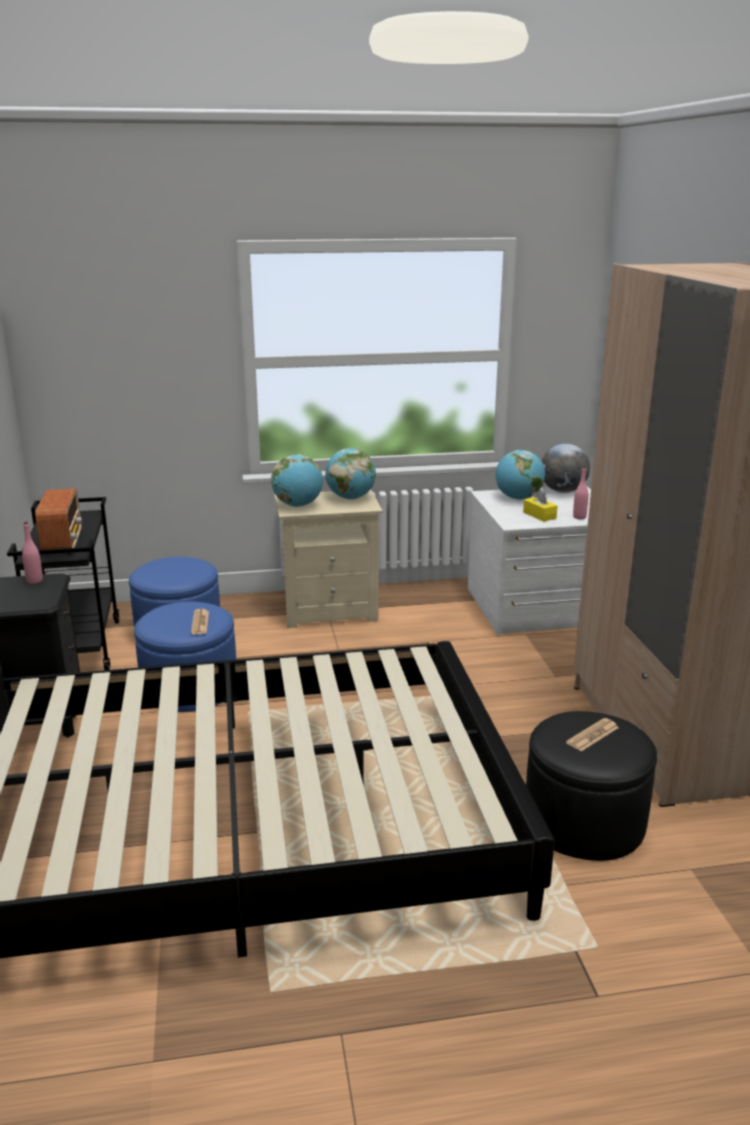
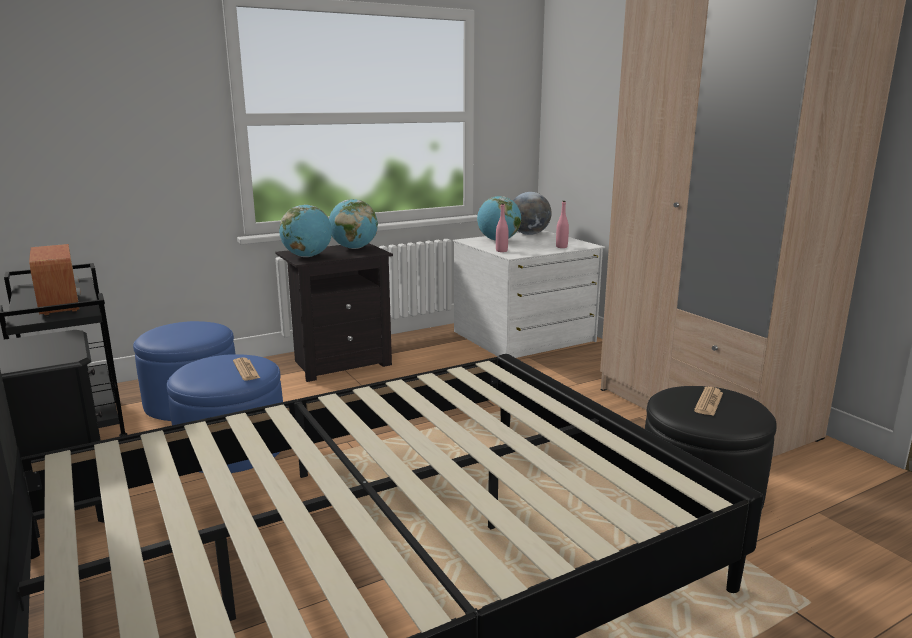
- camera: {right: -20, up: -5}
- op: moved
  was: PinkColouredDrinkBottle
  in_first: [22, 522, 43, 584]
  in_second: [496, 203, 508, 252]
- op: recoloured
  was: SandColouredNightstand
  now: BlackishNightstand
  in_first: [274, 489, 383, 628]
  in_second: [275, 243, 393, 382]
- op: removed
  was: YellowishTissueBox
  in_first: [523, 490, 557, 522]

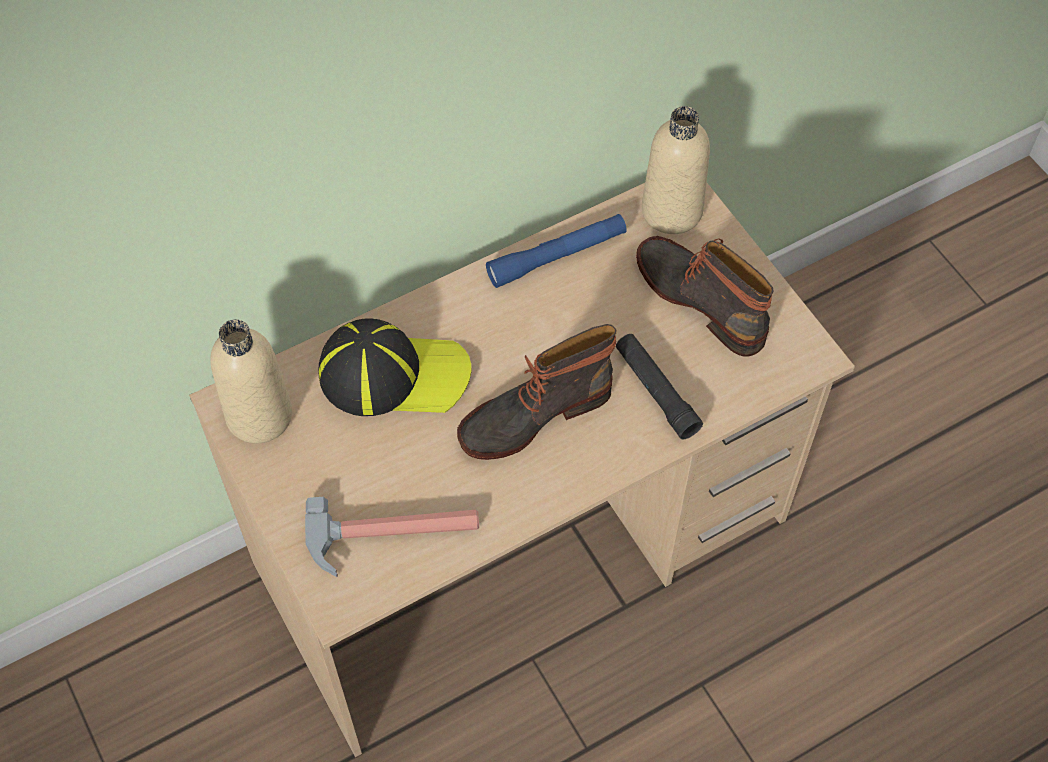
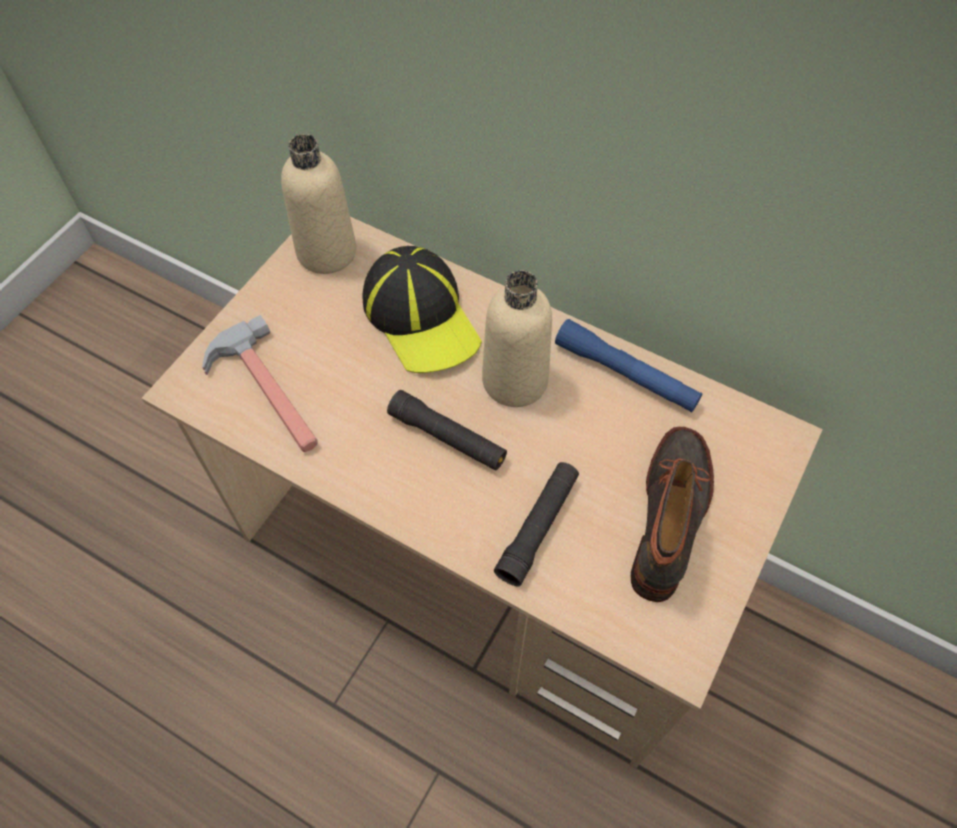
- camera: {right: 60, up: 0}
- op: replaced
  was: TallBoot
  now: BlackishTorch
  in_first: [457, 324, 617, 460]
  in_second: [387, 390, 507, 471]
- op: moved
  was: SandColouredDrinkBottle
  in_first: [642, 106, 710, 234]
  in_second: [482, 270, 552, 407]

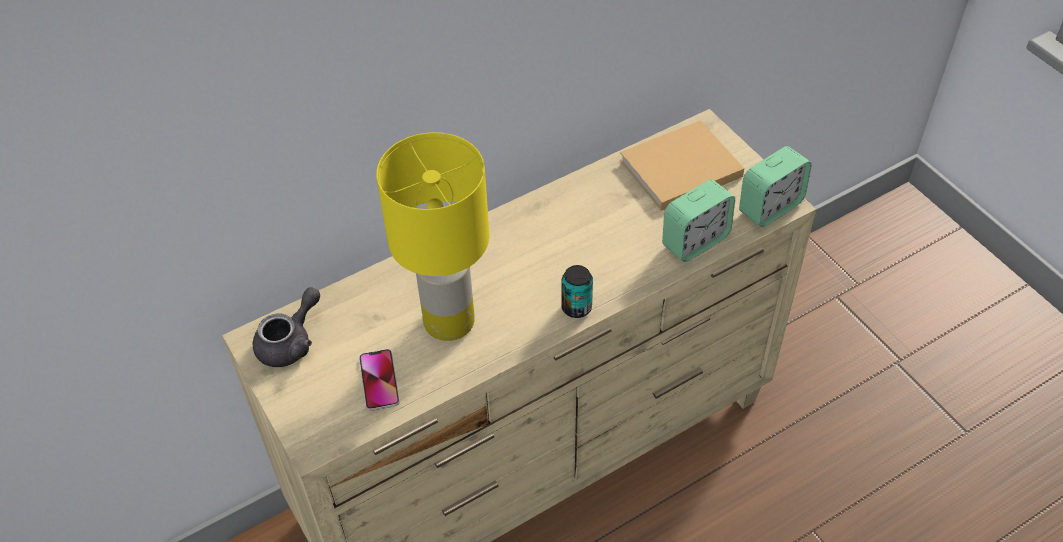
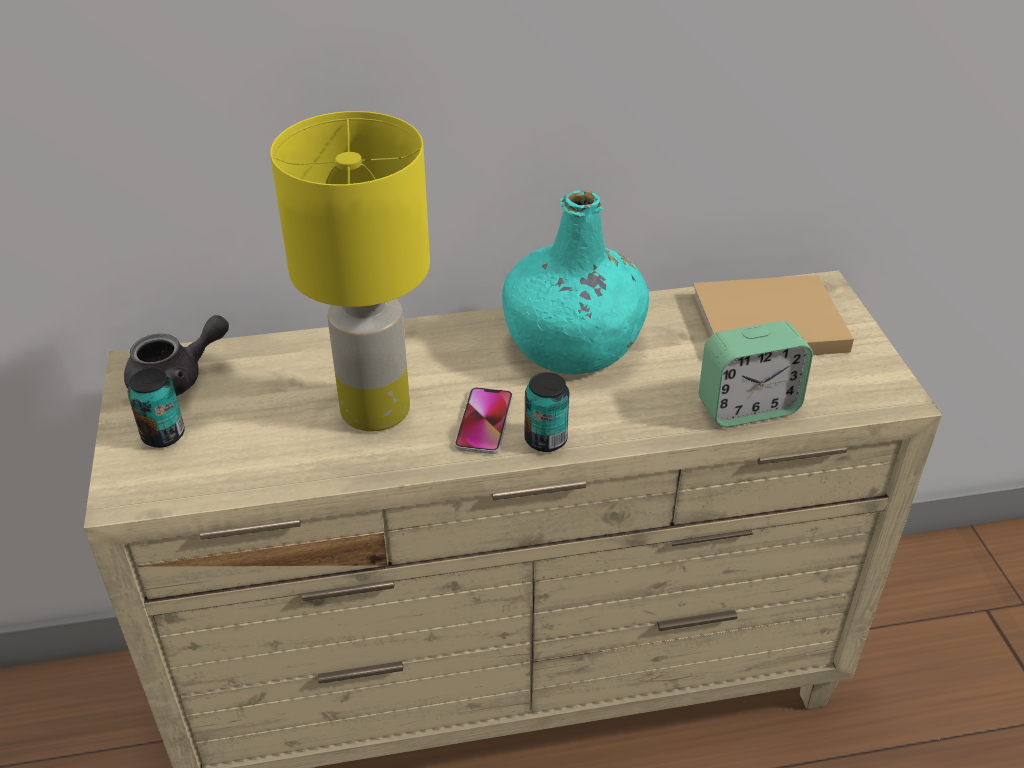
- camera: {right: 20, up: -10}
- op: moved
  was: Telephone
  in_first: [359, 349, 400, 411]
  in_second: [455, 387, 513, 454]
- op: removed
  was: AlarmClock
  in_first: [739, 146, 812, 227]
- op: added
  now: Can
  in_second: [128, 368, 185, 448]
- op: added
  now: TurquoiseDrinkBottle
  in_second: [502, 190, 649, 374]

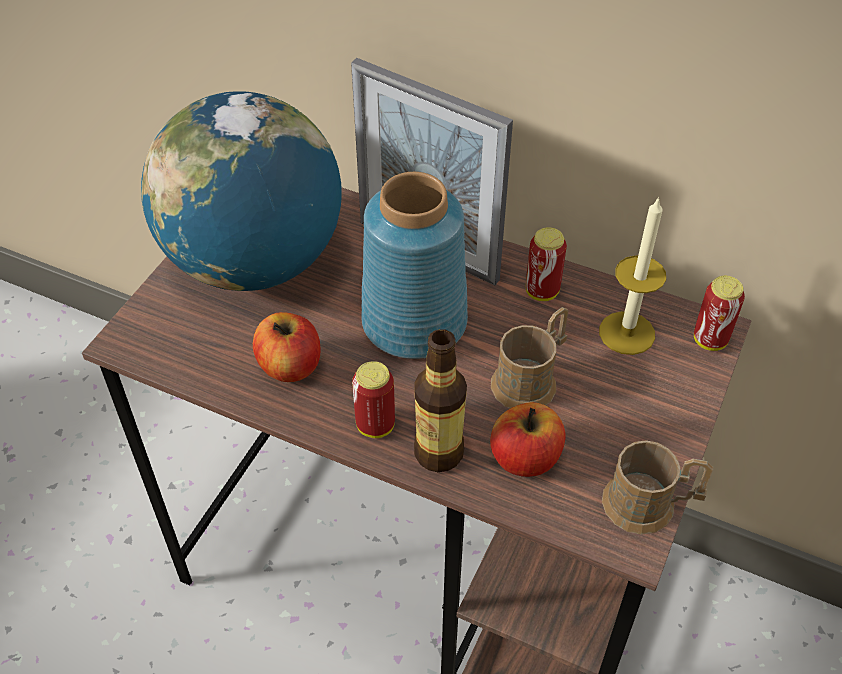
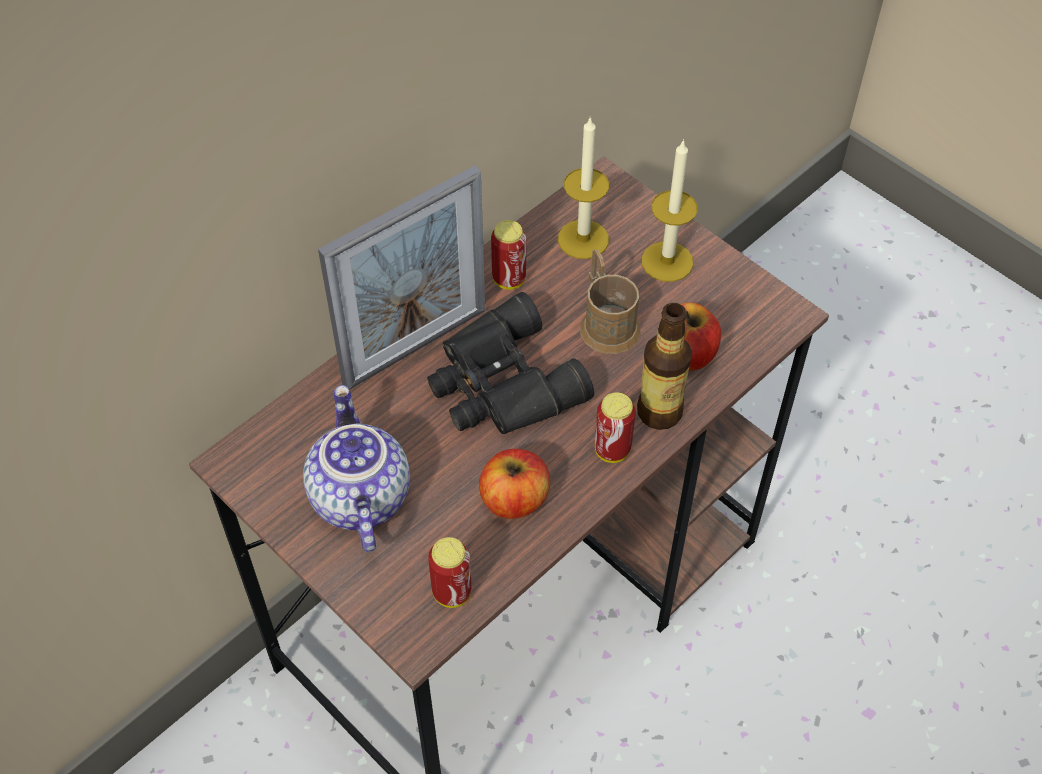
- camera: {right: -70, up: 5}
- op: replaced
  was: Globe
  now: Teapot
  in_first: [141, 91, 342, 291]
  in_second: [303, 385, 410, 552]
- op: replaced
  was: BlueColouredDecorativeVase
  now: BlackishFieldGlasses
  in_first: [361, 172, 468, 359]
  in_second: [427, 292, 594, 434]
- op: removed
  was: BrownColouredCoffeeMug
  in_first: [602, 440, 713, 535]
- op: moved
  was: Can
  in_first: [694, 276, 745, 351]
  in_second: [428, 537, 472, 608]
- op: added
  now: WaxCandle
  in_second: [642, 139, 698, 282]

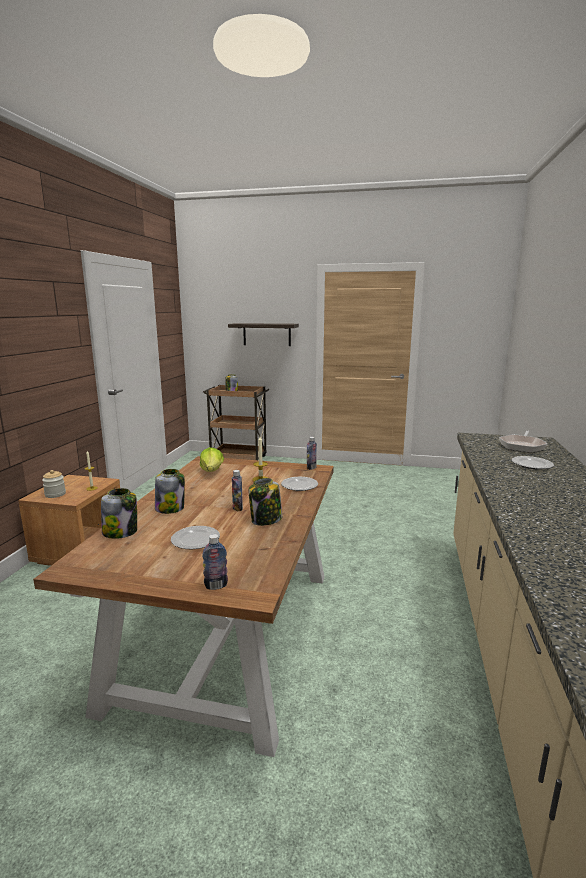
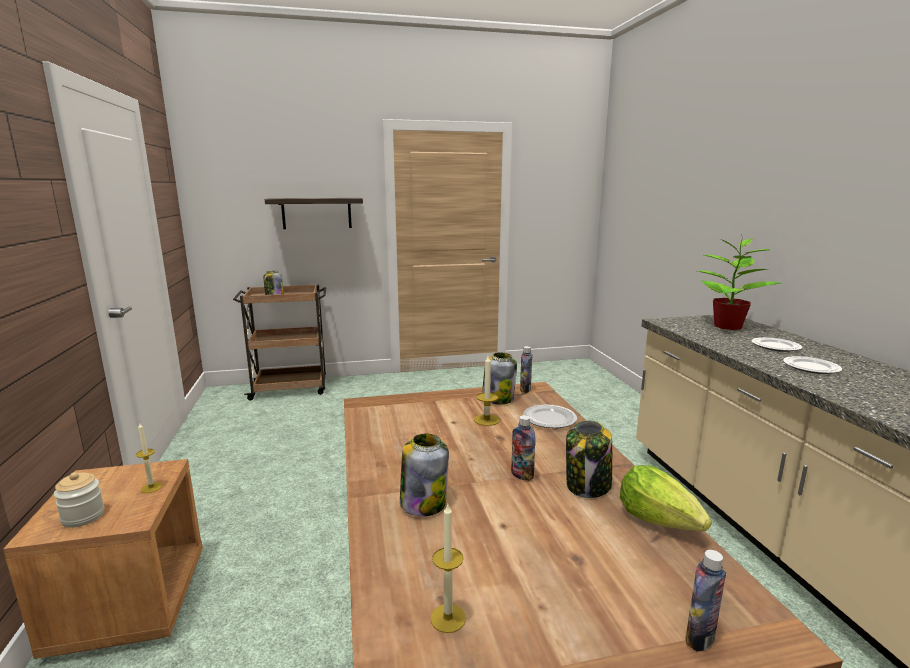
- camera: {right: -25, up: 0}
- op: moved
  was: PreserveJar
  in_first: [101, 488, 137, 539]
  in_second: [482, 352, 517, 404]
- op: moved
  was: FlatDish
  in_first: [171, 526, 220, 549]
  in_second: [783, 356, 842, 374]
- op: moved
  was: Lettuce
  in_first: [200, 447, 224, 472]
  in_second: [620, 465, 712, 531]
- op: replaced
  was: Skillet
  now: PlantInAPot
  in_first: [499, 430, 548, 453]
  in_second: [698, 234, 781, 330]
- op: added
  now: WaxCandle
  in_second: [431, 503, 466, 633]

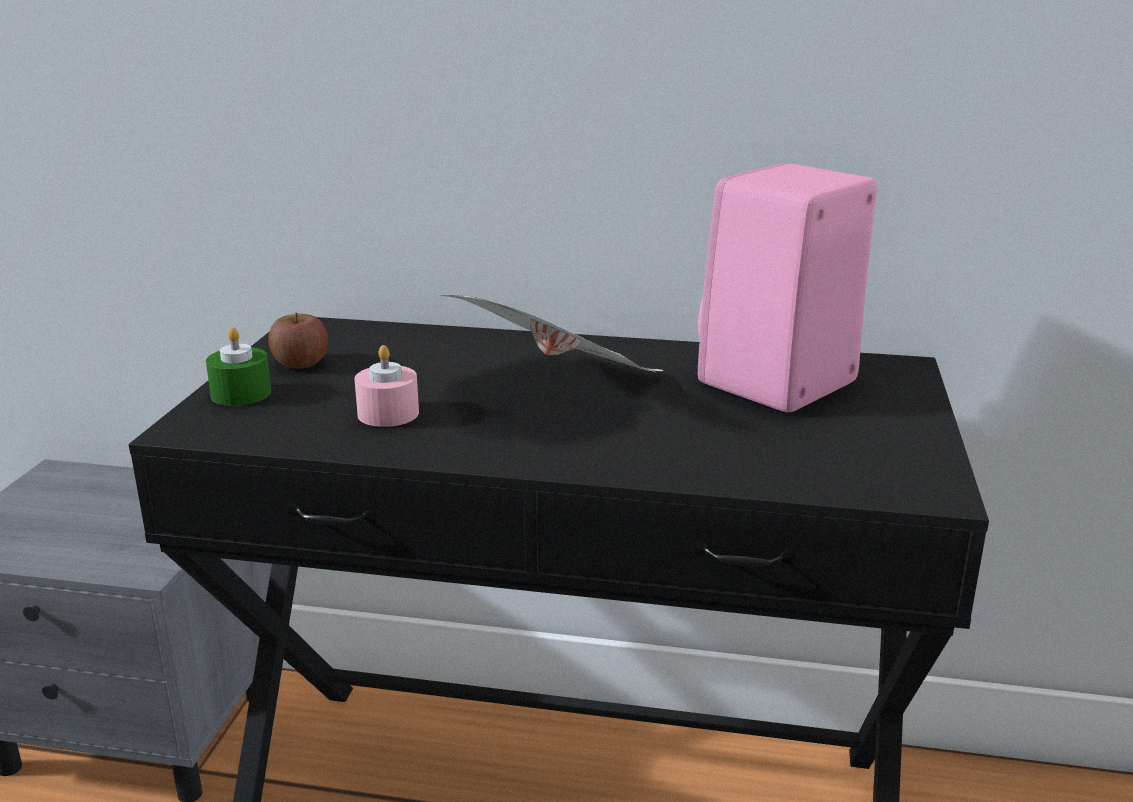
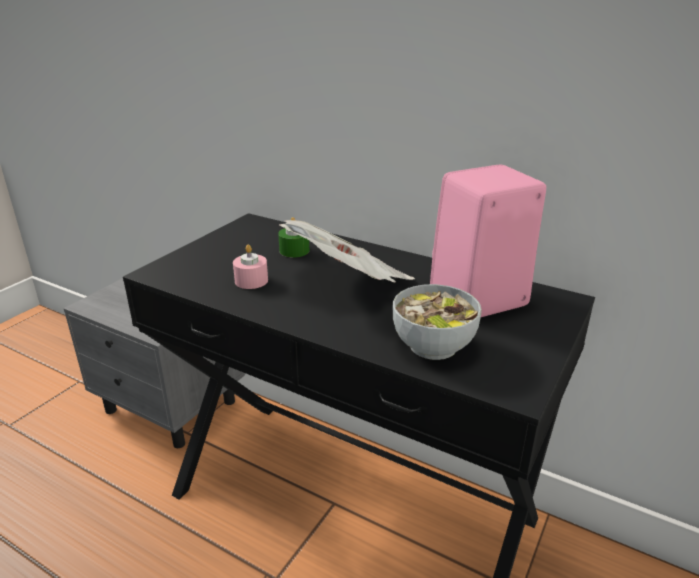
- camera: {right: 20, up: 5}
- op: moved
  was: GreenColouredWaxCandle
  in_first: [206, 327, 271, 406]
  in_second: [278, 217, 309, 257]
- op: removed
  was: Apple
  in_first: [268, 313, 328, 369]
- op: added
  now: DeepDish
  in_second: [393, 284, 482, 360]

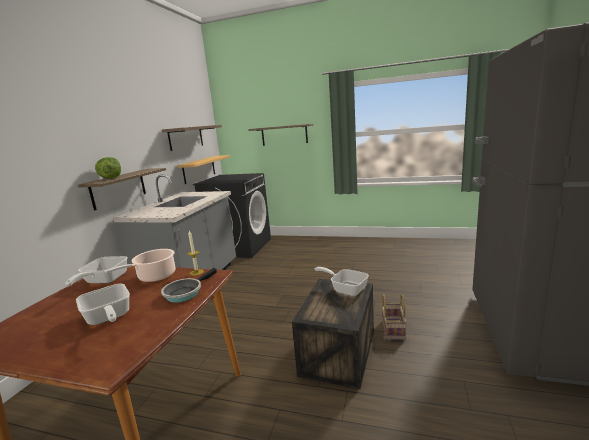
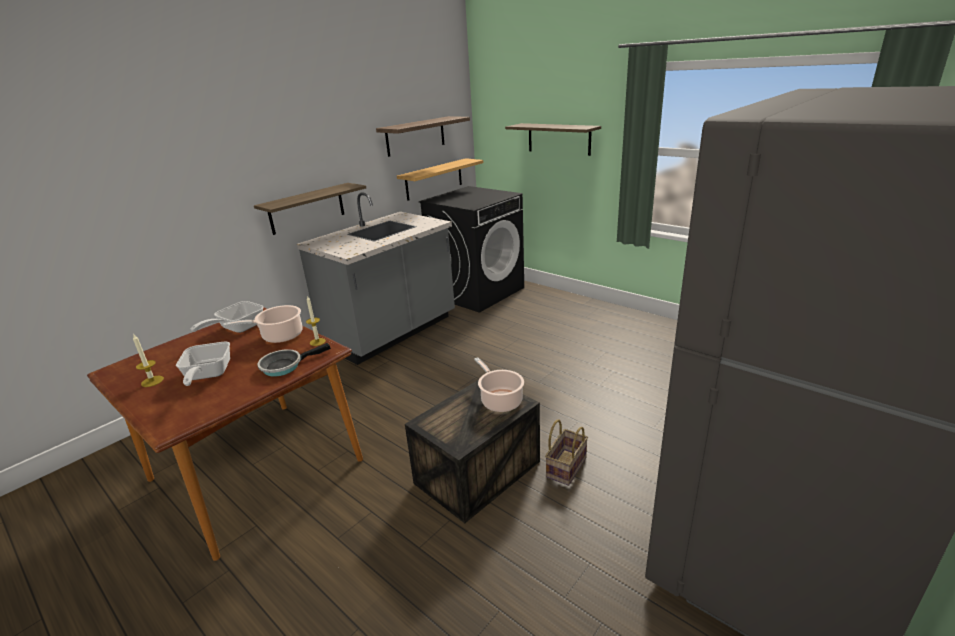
- camera: {right: 25, up: 10}
- op: removed
  was: Lettuce
  in_first: [95, 157, 121, 179]
- op: replaced
  was: Skillet
  now: CookingPot
  in_first: [315, 267, 369, 296]
  in_second: [474, 357, 524, 412]
- op: added
  now: WaxCandle
  in_second: [133, 335, 164, 387]

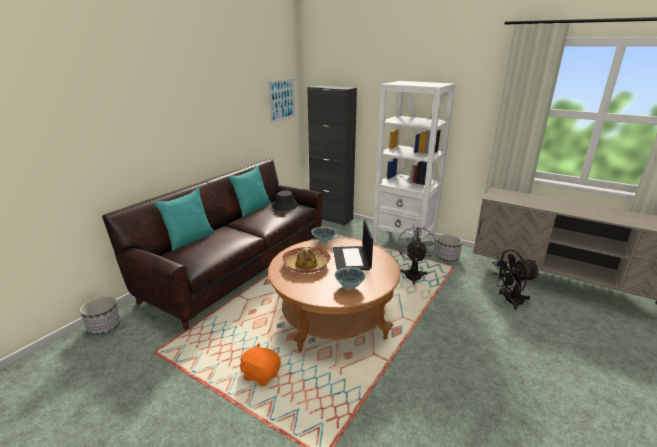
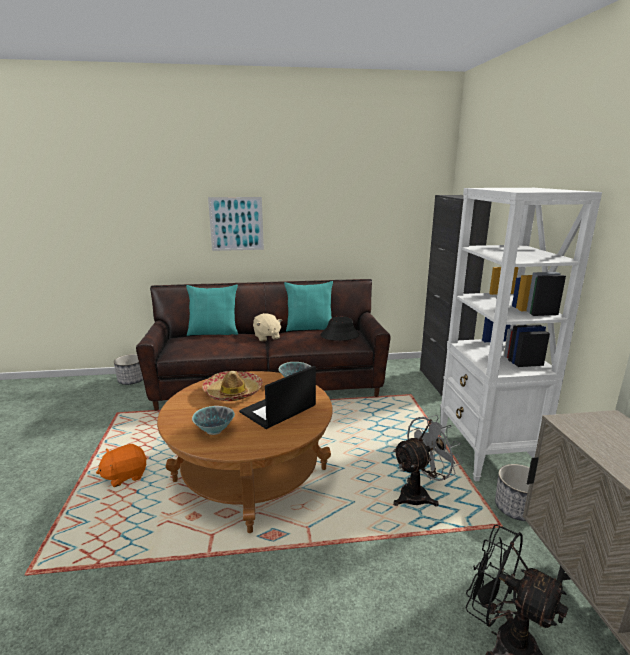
- camera: {right: 50, up: -5}
- op: turned
  was: OrangeyCuddlyToy
  in_first: [240, 343, 281, 386]
  in_second: [96, 444, 147, 487]
  clockwise: -105
- op: moved
  was: WallPicture
  in_first: [268, 78, 295, 123]
  in_second: [208, 197, 264, 251]
- op: added
  now: SandColouredCuddlyToy
  in_second: [253, 313, 282, 342]

